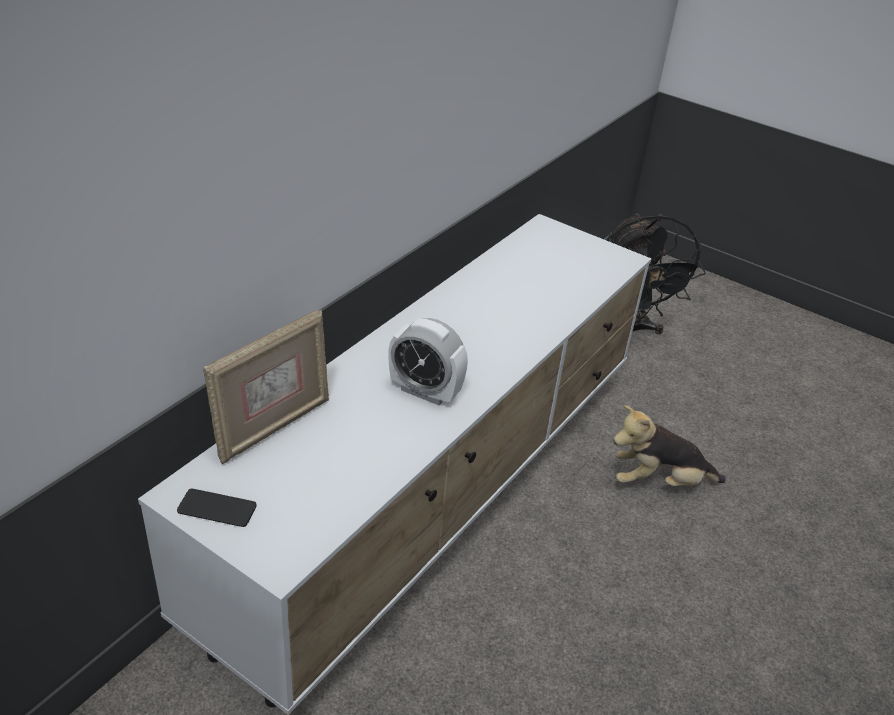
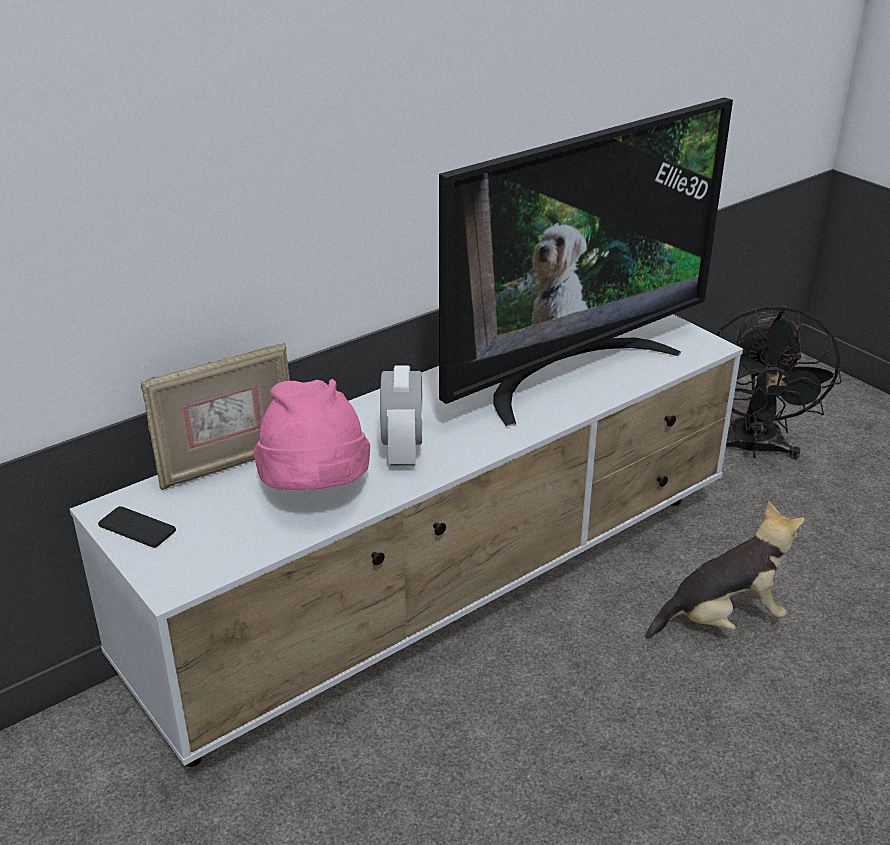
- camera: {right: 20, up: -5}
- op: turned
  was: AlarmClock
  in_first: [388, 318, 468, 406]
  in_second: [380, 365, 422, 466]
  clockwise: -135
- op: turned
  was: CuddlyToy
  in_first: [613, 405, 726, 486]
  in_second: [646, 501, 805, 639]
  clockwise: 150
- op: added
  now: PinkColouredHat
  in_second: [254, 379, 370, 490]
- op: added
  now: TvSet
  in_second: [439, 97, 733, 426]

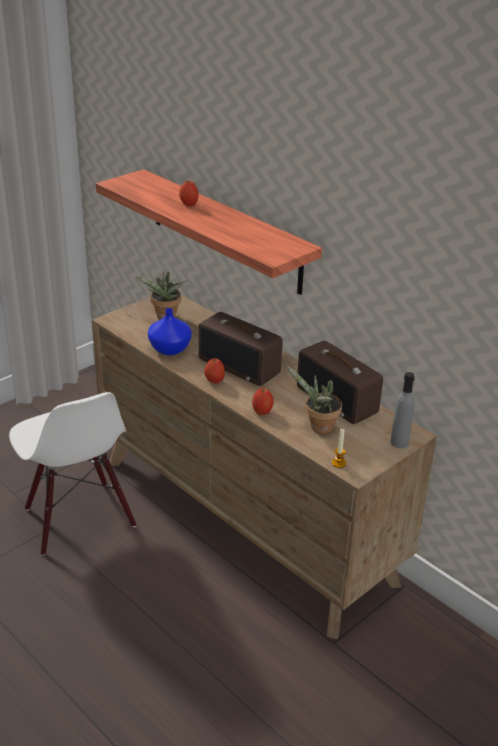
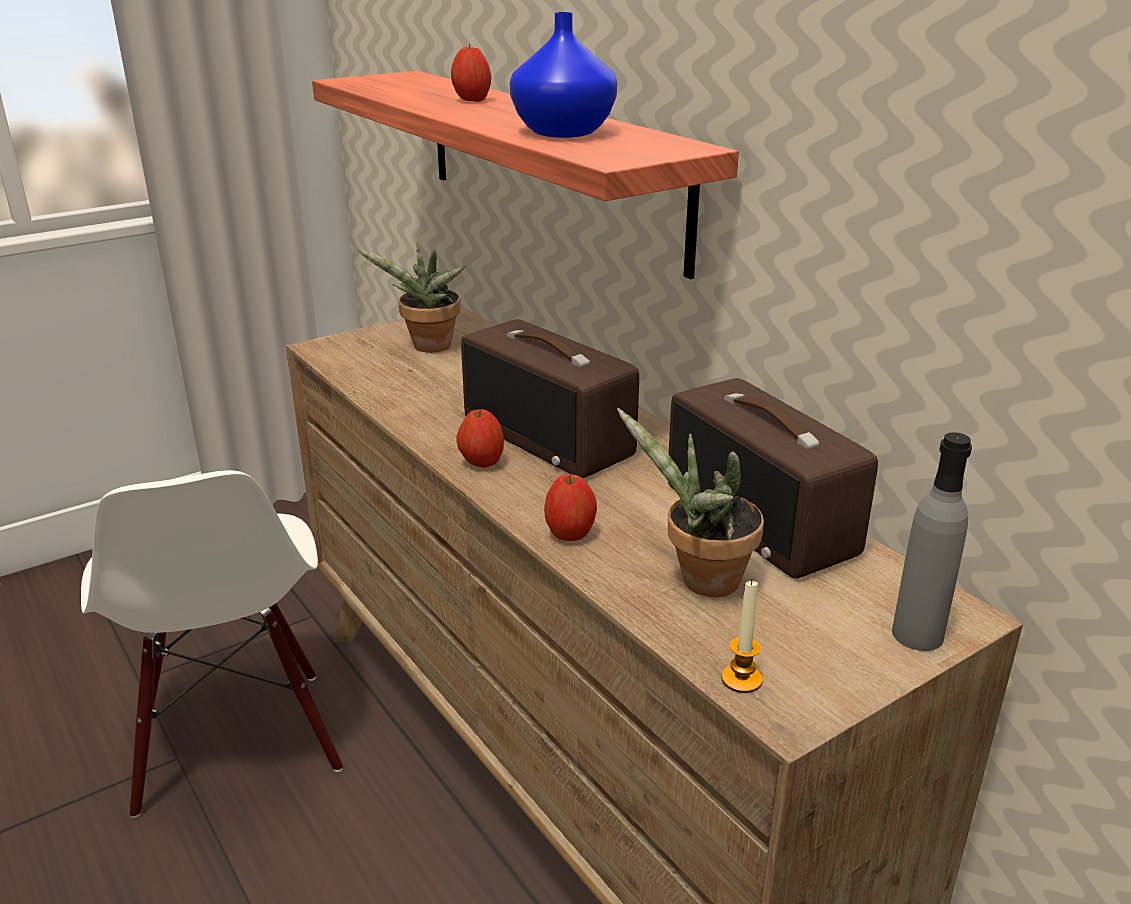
- camera: {right: 10, up: -5}
- op: moved
  was: BlueColouredDecorativeVase
  in_first: [148, 308, 191, 355]
  in_second: [510, 12, 617, 138]

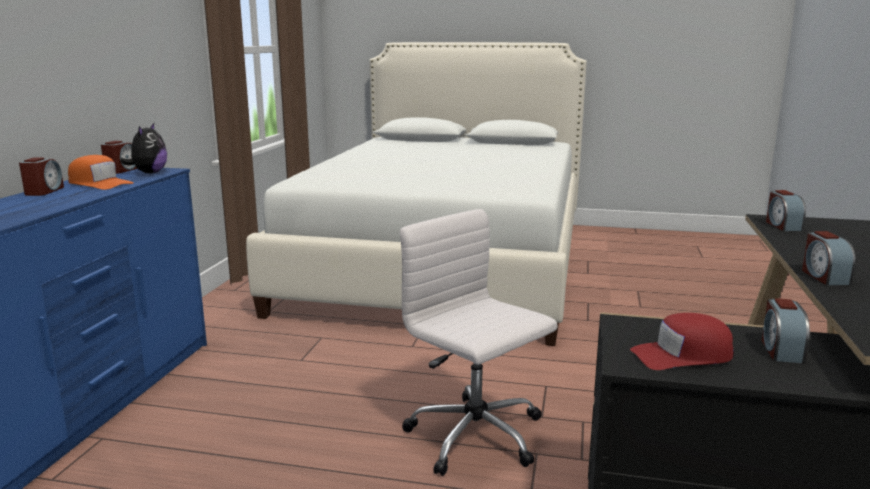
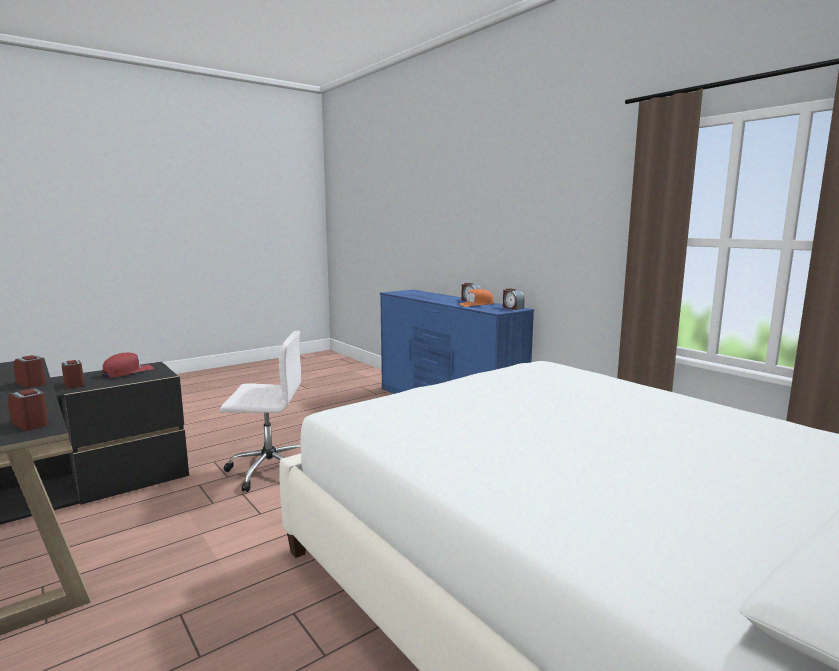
- camera: {right: 130, up: -5}
- op: removed
  was: CuddlyToy
  in_first: [120, 123, 167, 173]

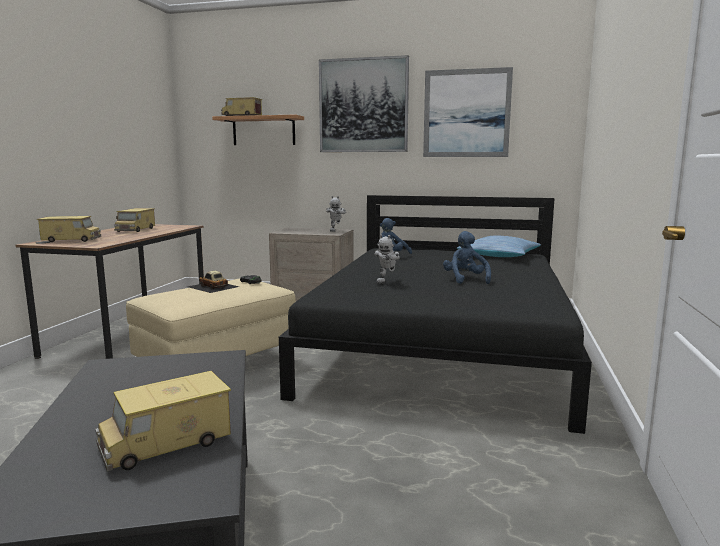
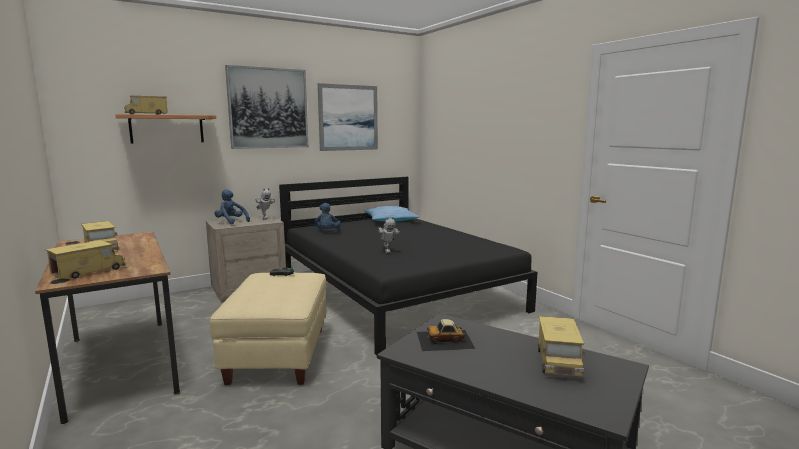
- camera: {right: -45, up: 0}
- op: moved
  was: ModelCar
  in_first: [187, 271, 239, 293]
  in_second: [417, 319, 475, 351]
- op: moved
  was: BlueColouredCuddlyToy
  in_first: [443, 231, 491, 284]
  in_second: [214, 189, 250, 224]

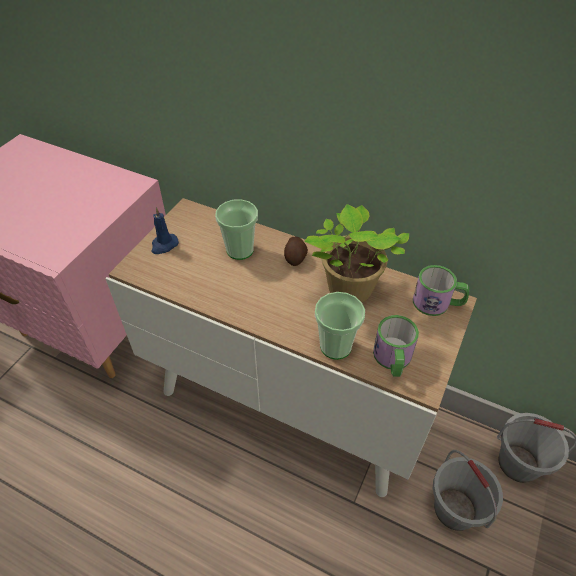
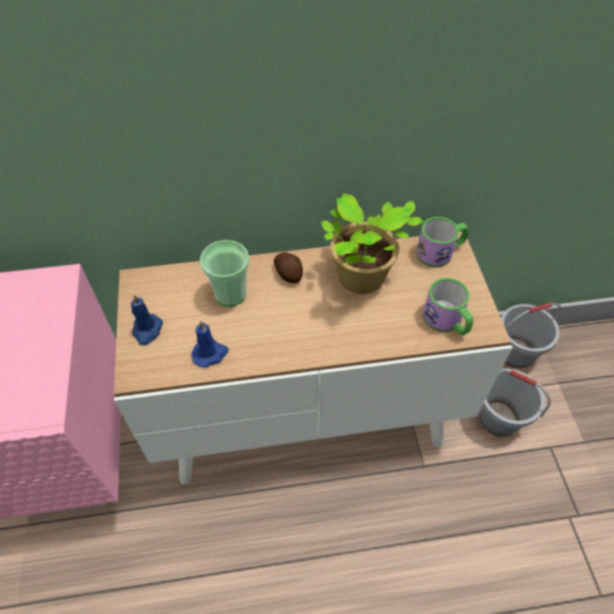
- camera: {right: -35, up: 5}
- op: removed
  was: Cup
  in_first: [315, 292, 365, 360]
- op: added
  now: BlueColouredWaxCandle
  in_second: [191, 320, 228, 368]

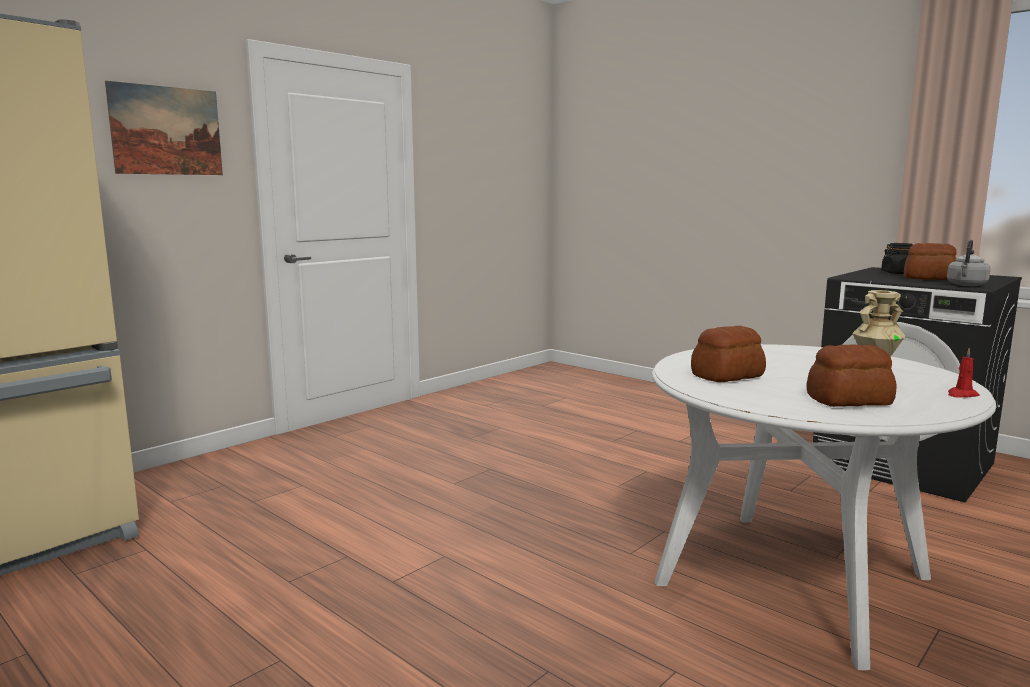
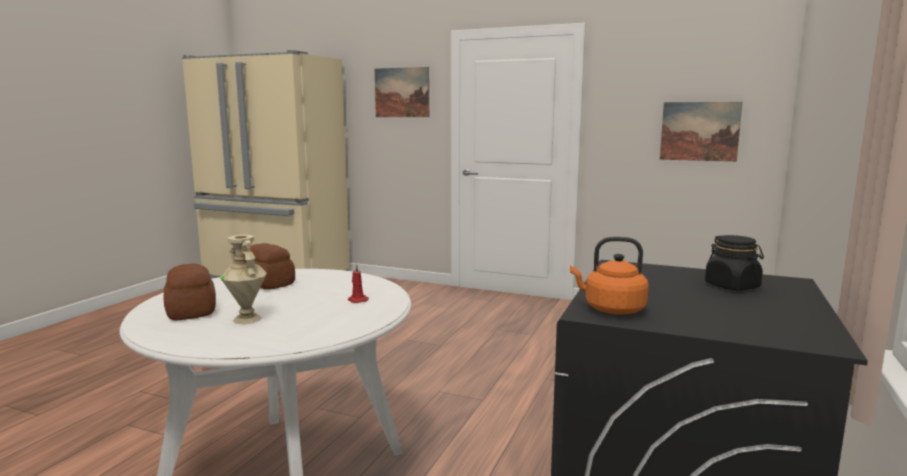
- camera: {right: 70, up: 0}
- op: removed
  was: Bread
  in_first: [904, 243, 957, 280]
- op: recoloured
  was: GreyTeaKettle
  now: OrangeyTeaKettle
  in_first: [947, 240, 991, 286]
  in_second: [570, 237, 649, 315]
- op: moved
  was: ReddishWaxCandle
  in_first: [948, 348, 980, 398]
  in_second: [348, 264, 369, 303]
- op: added
  now: WallPicture
  in_second: [660, 102, 743, 162]

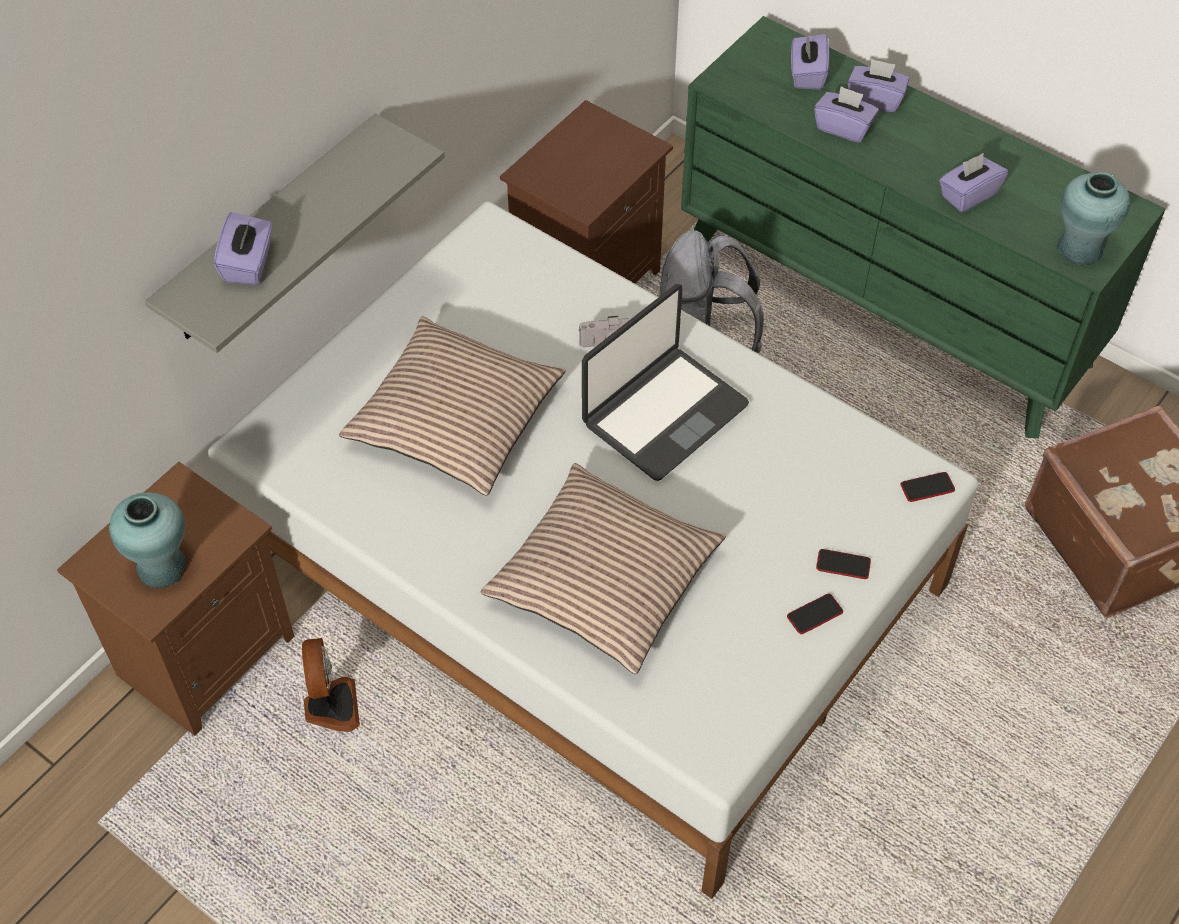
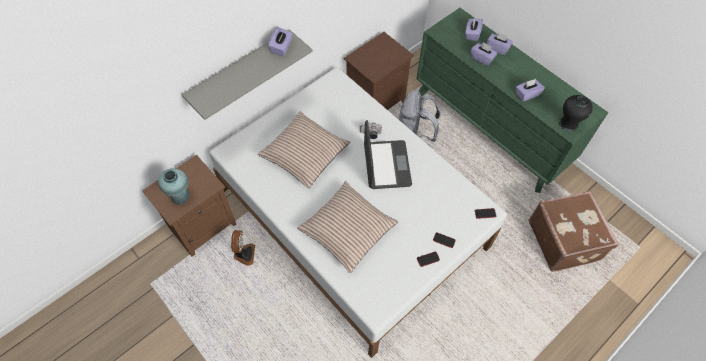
- camera: {right: 10, up: 5}
- op: moved
  was: PurplishTissueBox
  in_first: [214, 212, 272, 285]
  in_second: [268, 27, 293, 56]
- op: turned
  was: PortableComputer
  in_first: [582, 284, 749, 481]
  in_second: [364, 120, 412, 189]
  clockwise: -60
- op: recoloured
  was: TurquoiseDecorativeVase
  now: BlackishDecorativeVase
  in_first: [1057, 172, 1130, 266]
  in_second: [559, 95, 593, 132]

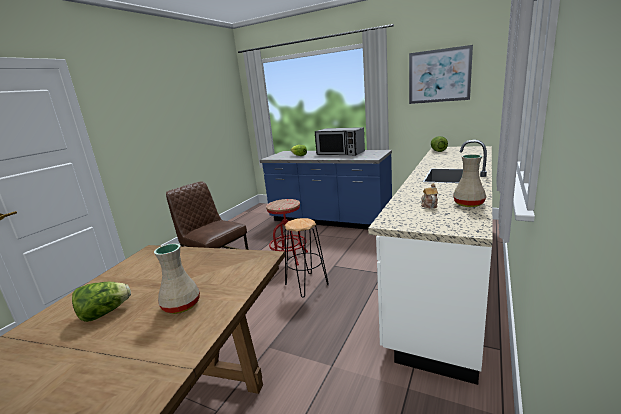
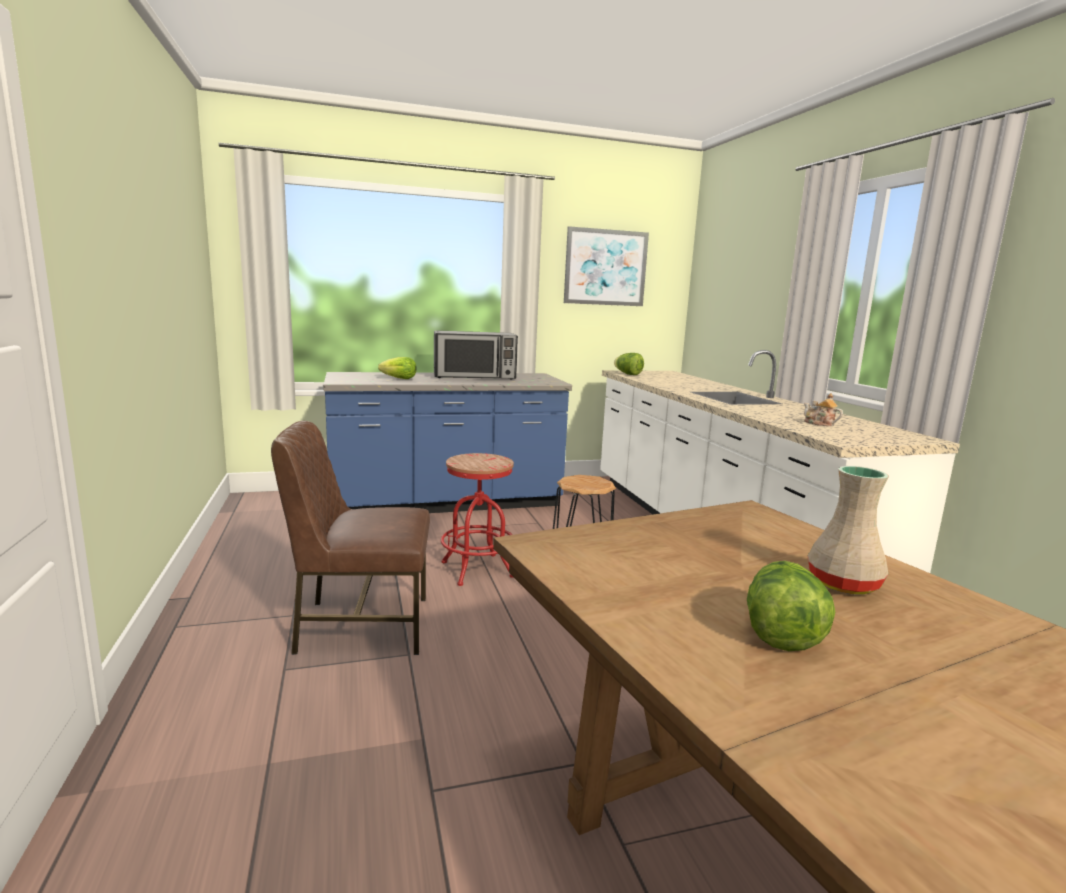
- camera: {right: -45, up: -5}
- op: removed
  was: SandColouredDecorativeVase
  in_first: [453, 154, 486, 207]

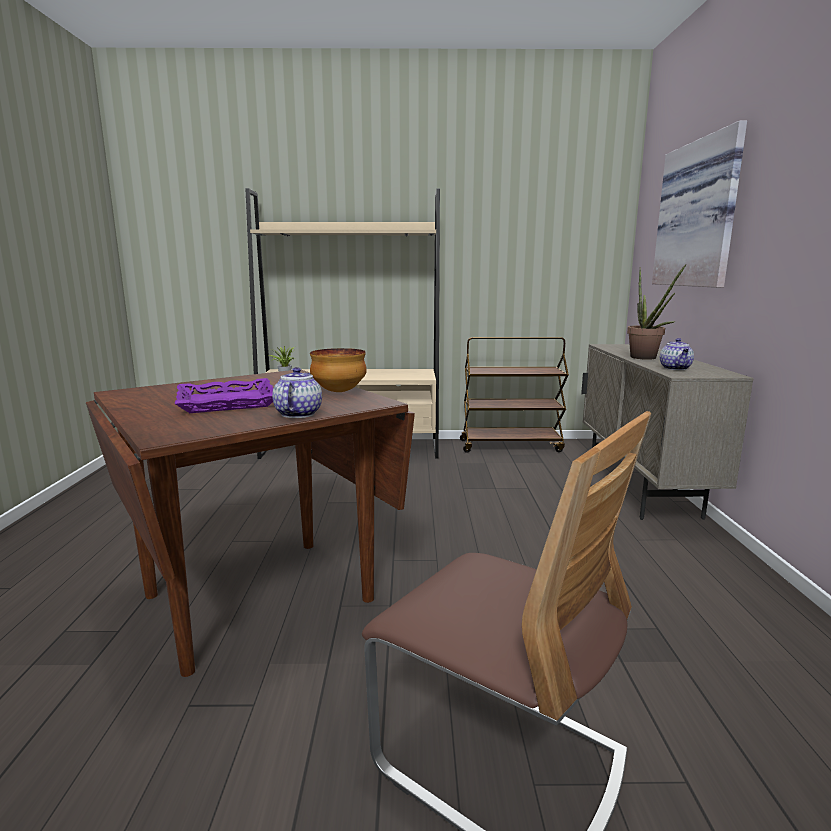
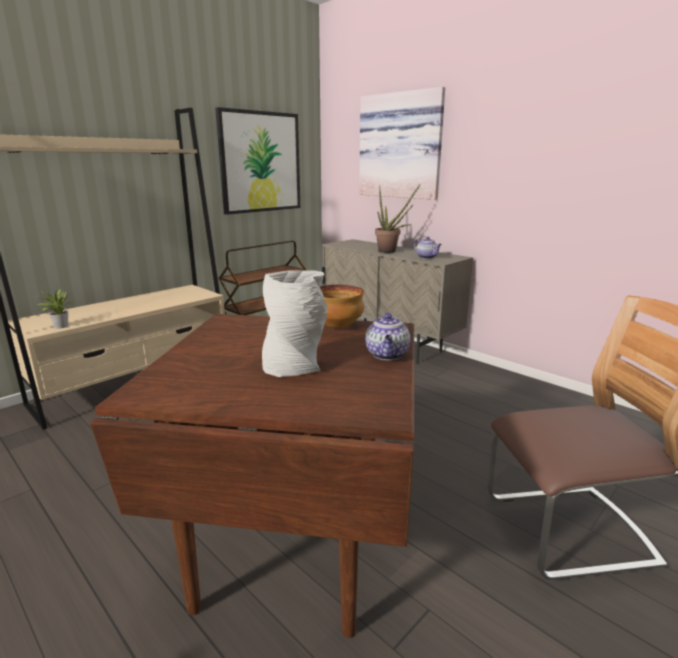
- camera: {right: -45, up: 5}
- op: replaced
  was: PurplishServingTray
  now: GreyDecorativeVase
  in_first: [175, 378, 273, 413]
  in_second: [262, 270, 328, 377]
- op: turned
  was: Teapot
  in_first: [272, 367, 322, 418]
  in_second: [365, 313, 410, 360]
  clockwise: -135
- op: added
  now: WallPicture
  in_second: [215, 107, 300, 215]

